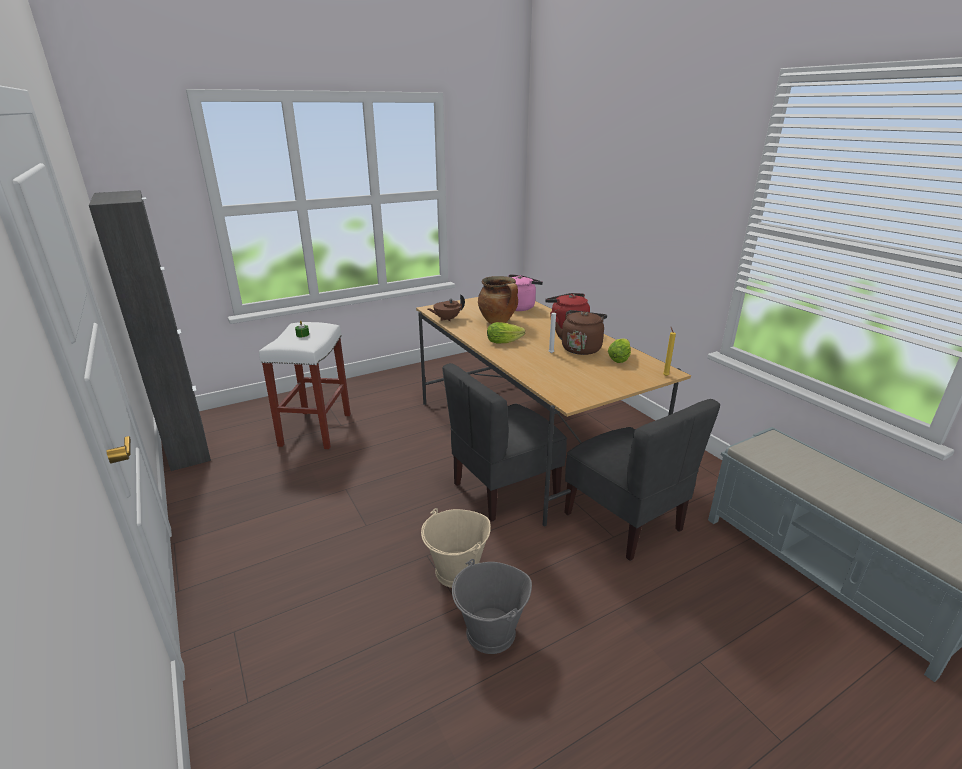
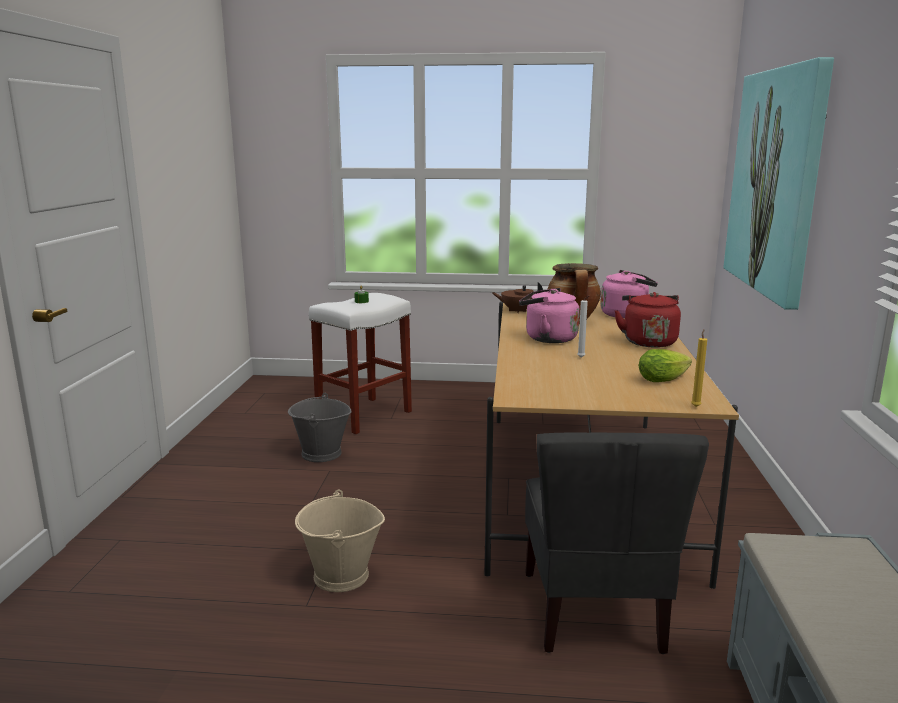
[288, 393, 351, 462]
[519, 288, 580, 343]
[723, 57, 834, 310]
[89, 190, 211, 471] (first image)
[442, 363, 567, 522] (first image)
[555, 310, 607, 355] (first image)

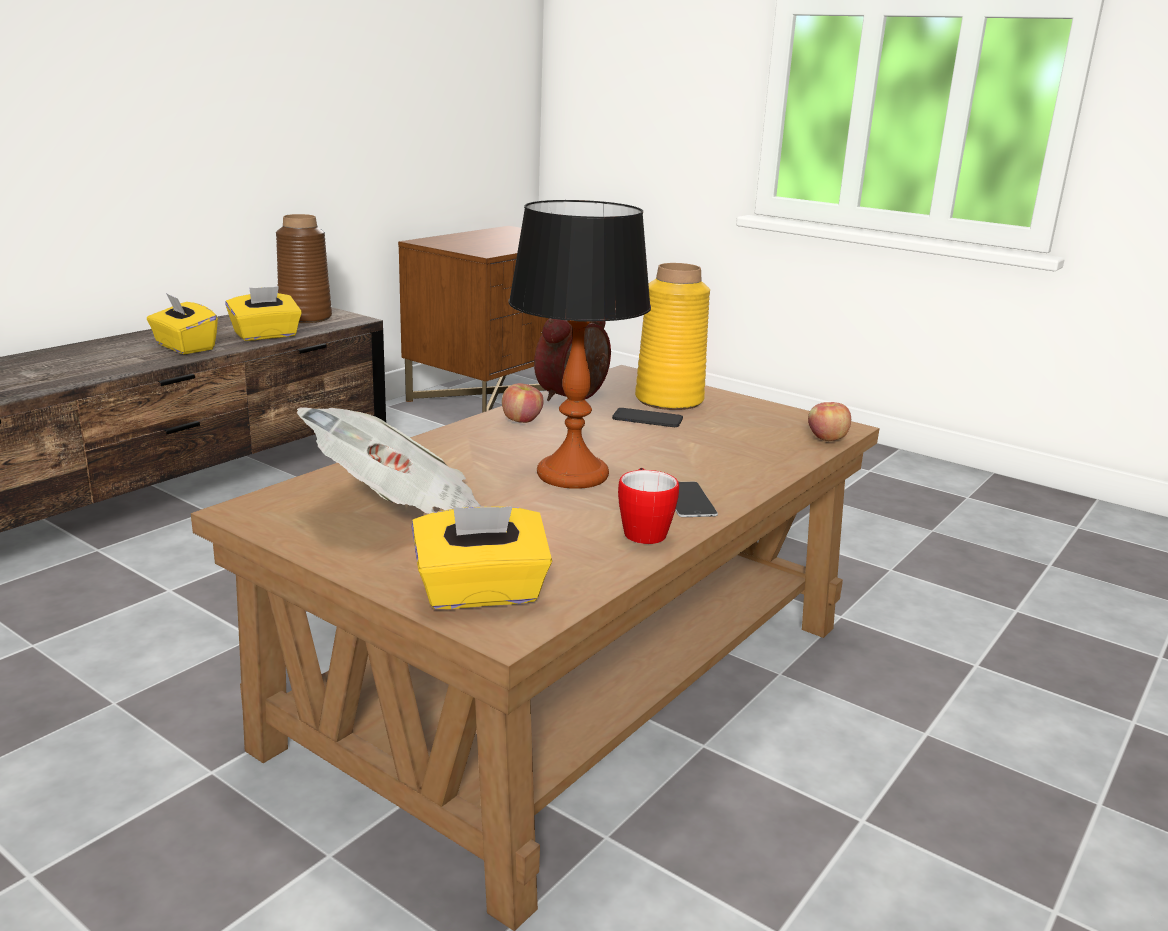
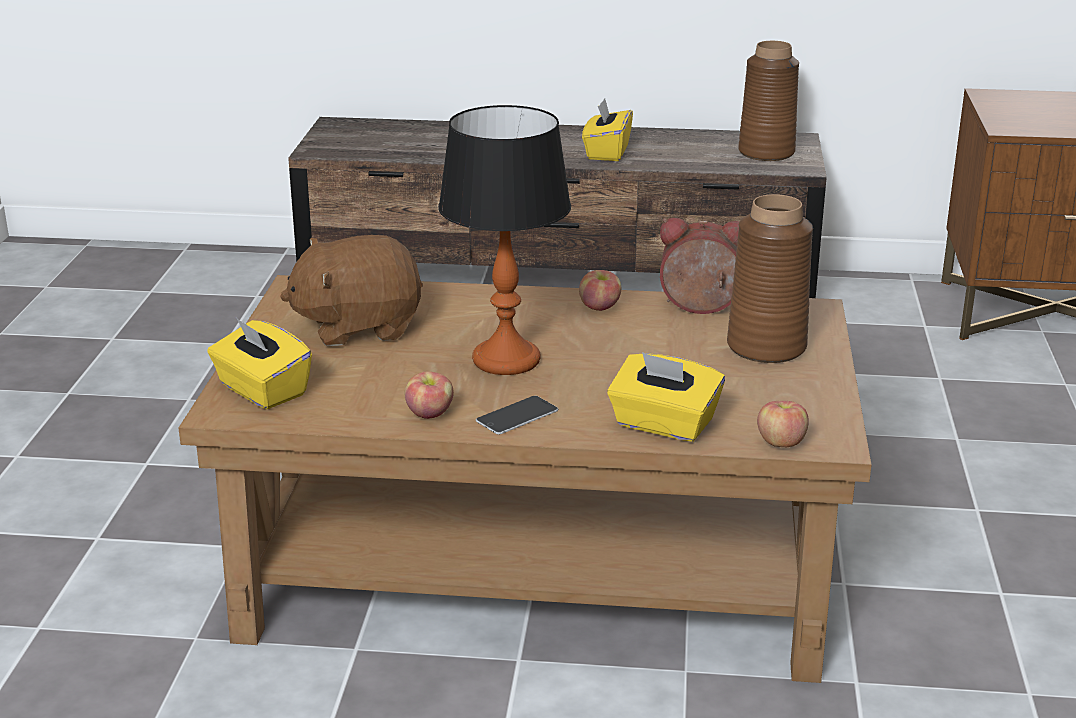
[280, 235, 423, 346]
[405, 371, 454, 419]
[607, 352, 725, 442]
[727, 194, 813, 363]
[612, 408, 683, 427] (first image)

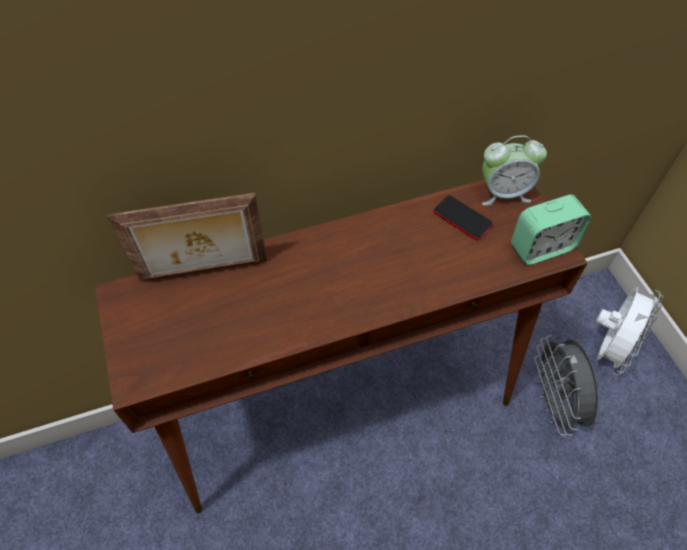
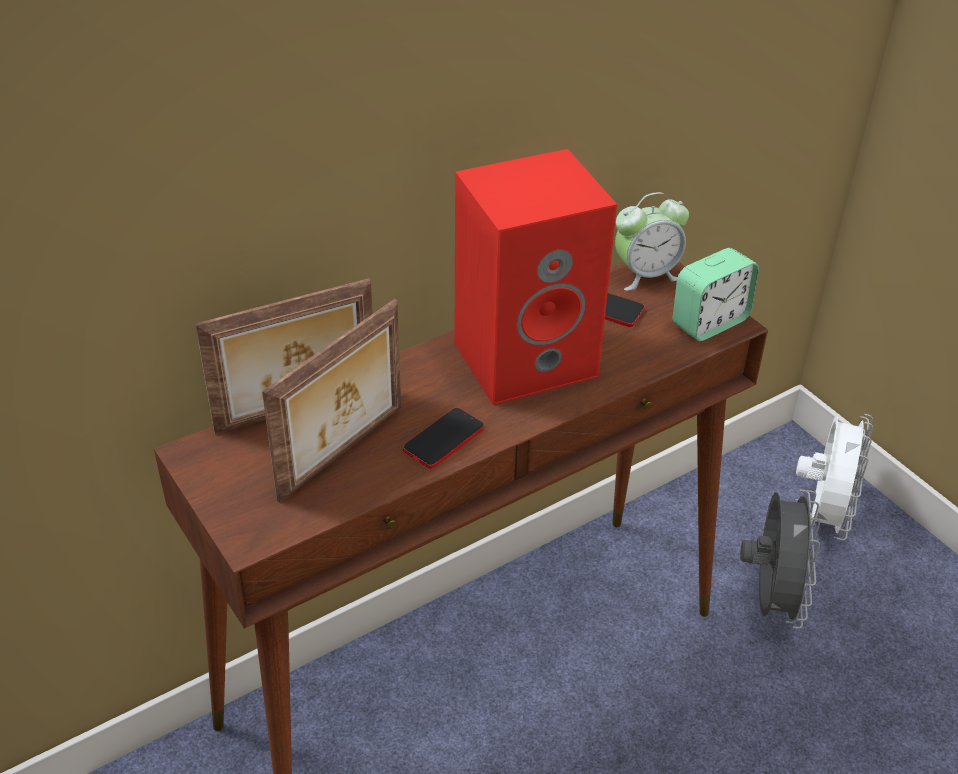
[262, 299, 401, 503]
[403, 408, 484, 469]
[454, 149, 617, 405]
[740, 489, 820, 629]

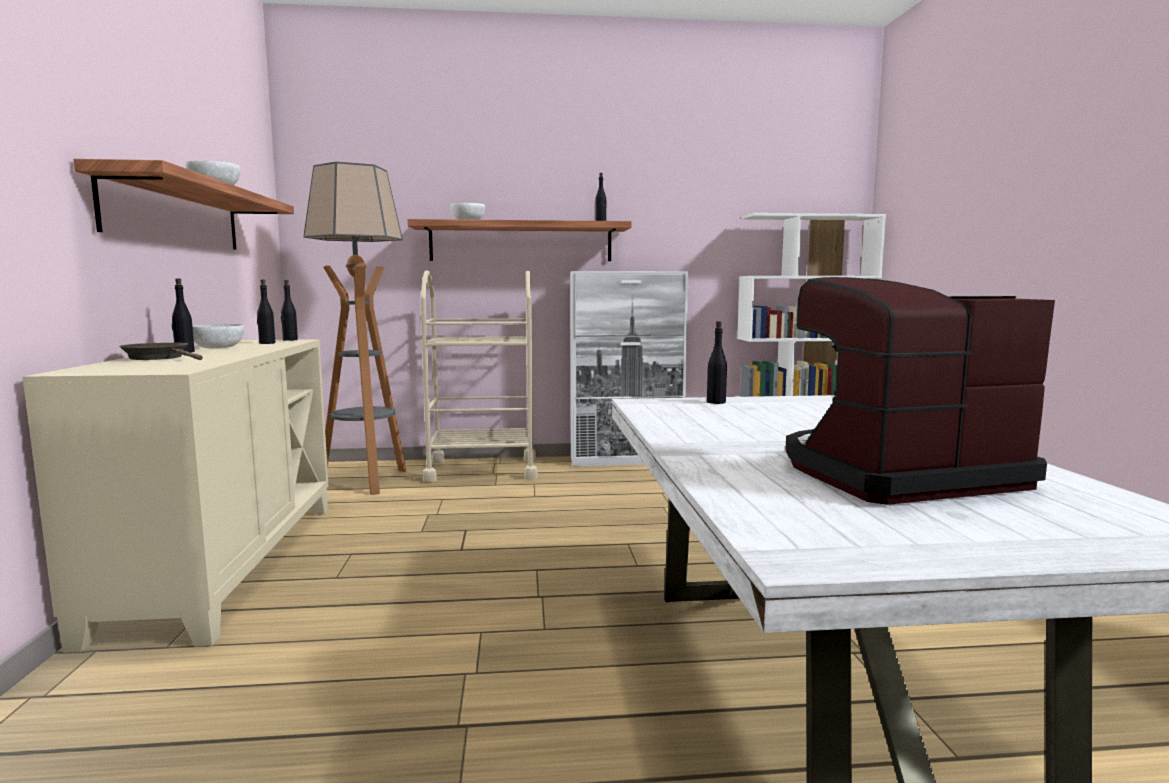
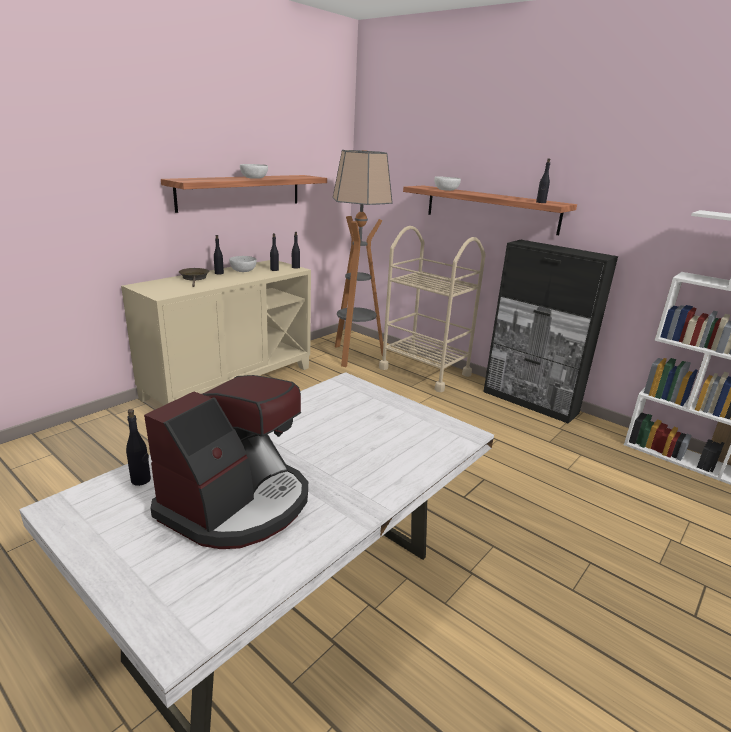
[126, 409, 151, 486]
[144, 375, 308, 549]
[483, 240, 618, 424]

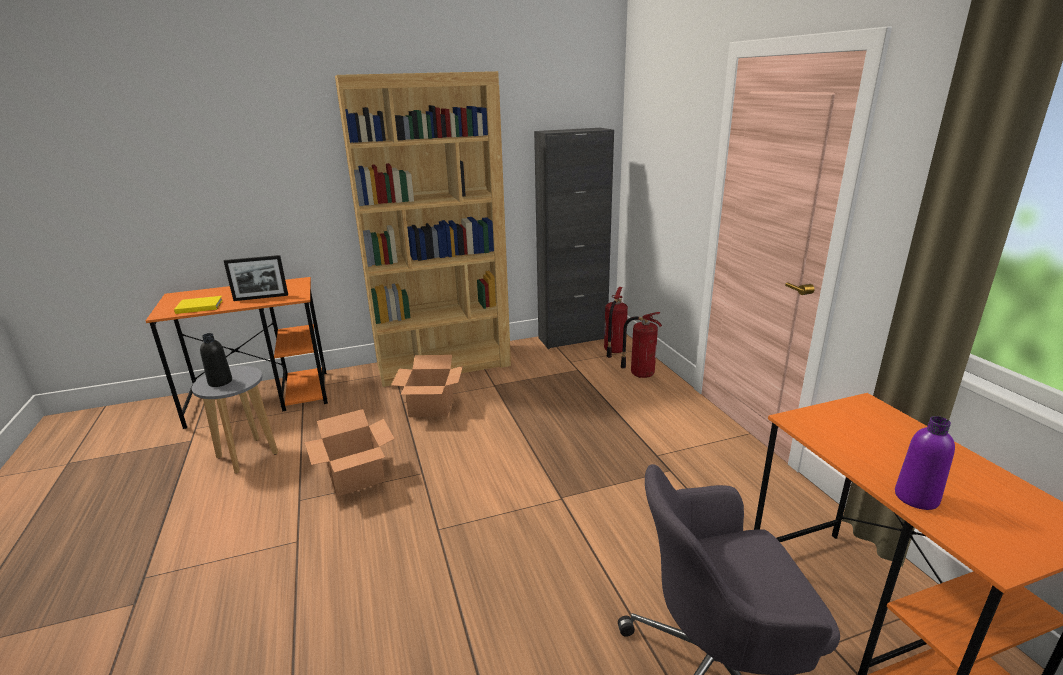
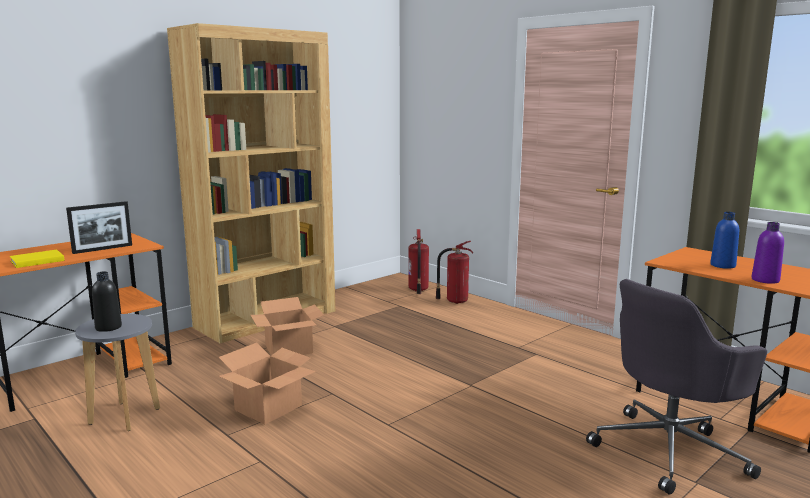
[710, 212, 739, 269]
[534, 128, 614, 349] (first image)

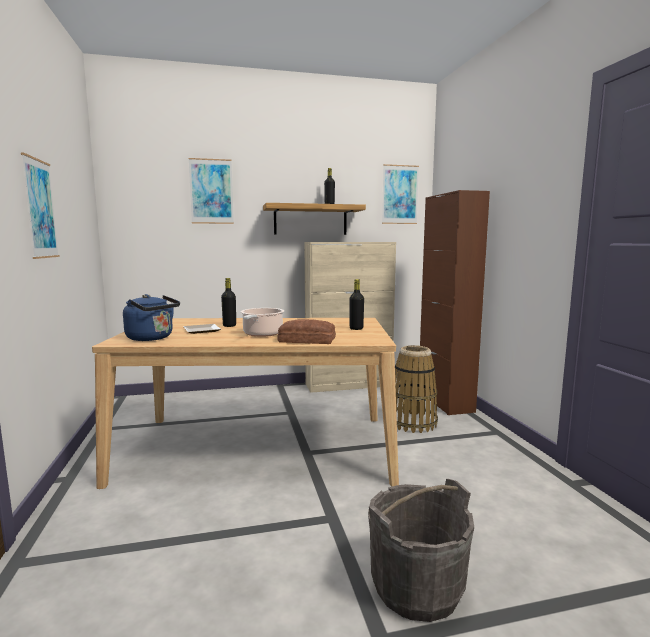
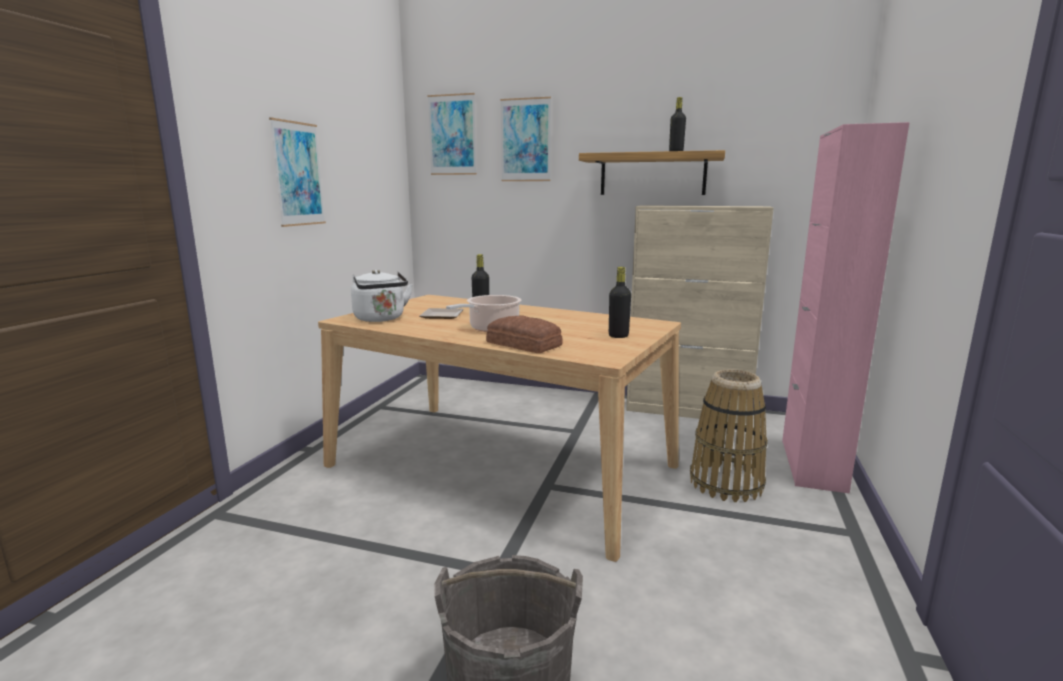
[351, 270, 413, 322]
[427, 93, 477, 175]
[782, 122, 910, 494]

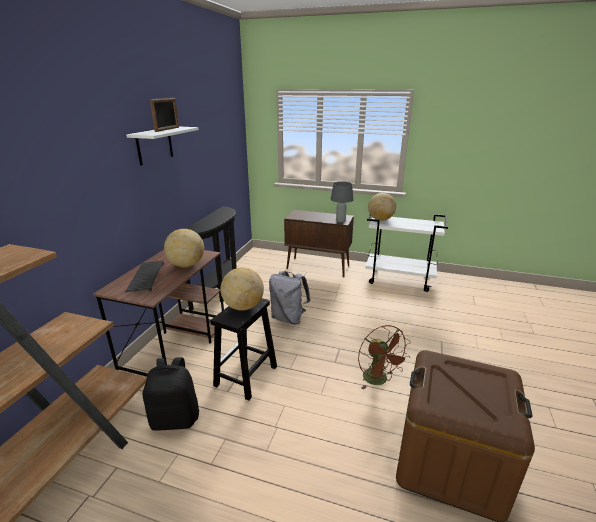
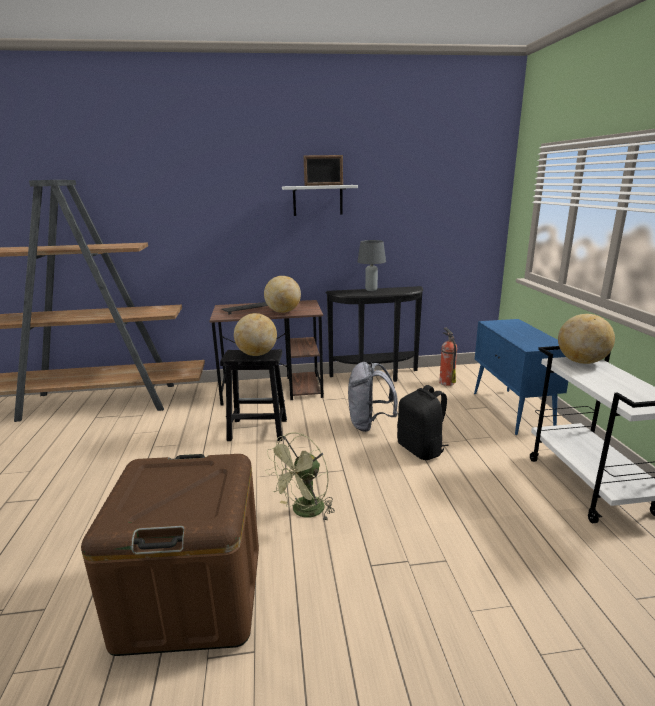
[265, 432, 335, 520]
[357, 240, 386, 291]
[397, 385, 449, 460]
[439, 328, 457, 386]
[474, 319, 568, 435]

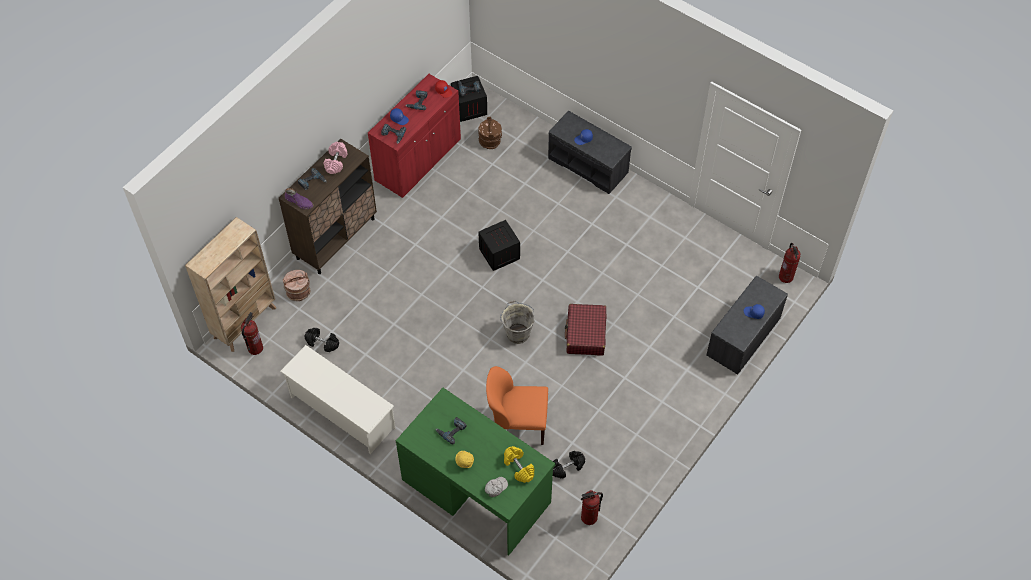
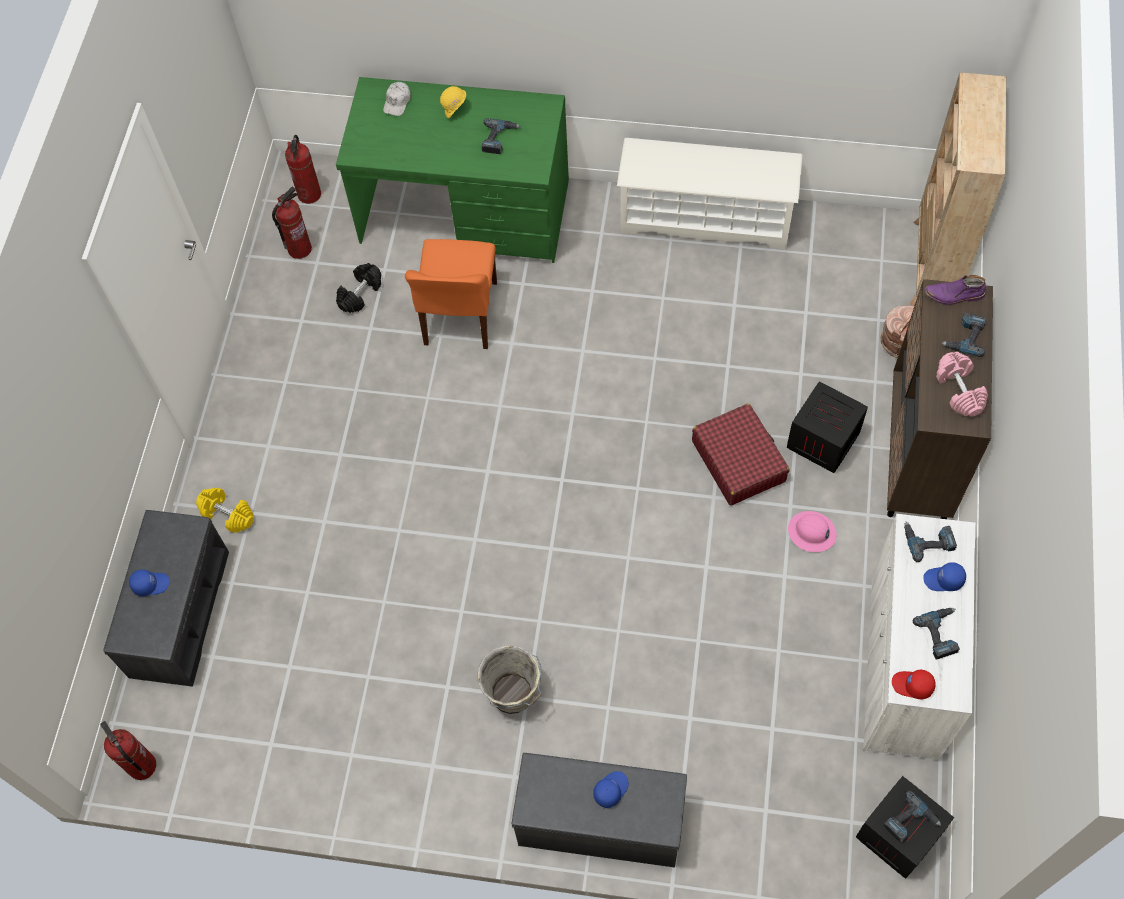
[196, 488, 254, 533]
[285, 135, 321, 204]
[405, 239, 497, 349]
[478, 645, 541, 714]
[692, 404, 789, 506]
[787, 382, 868, 473]
[788, 511, 837, 552]
[863, 514, 975, 760]
[305, 328, 339, 352] (first image)
[478, 117, 502, 149] (first image)

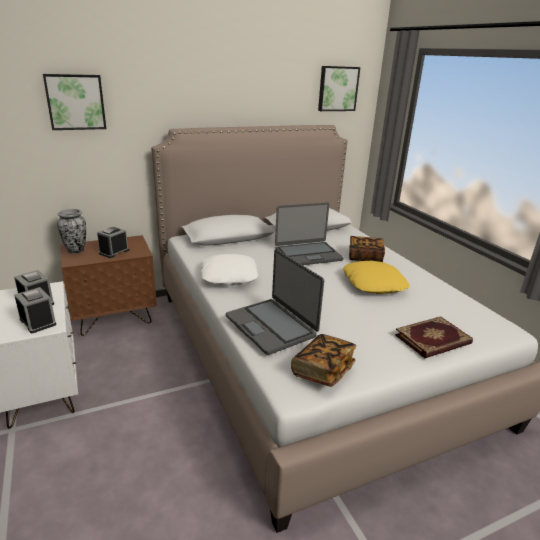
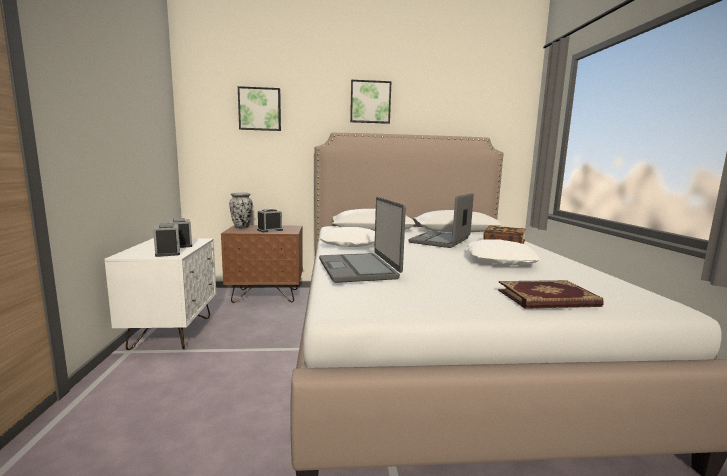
[350, 80, 392, 124]
[409, 193, 474, 248]
[468, 239, 540, 265]
[291, 334, 356, 387] (first image)

